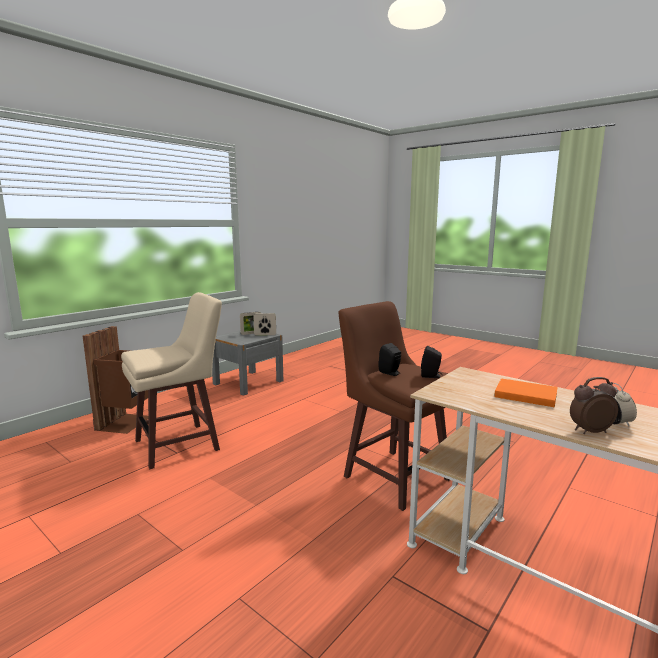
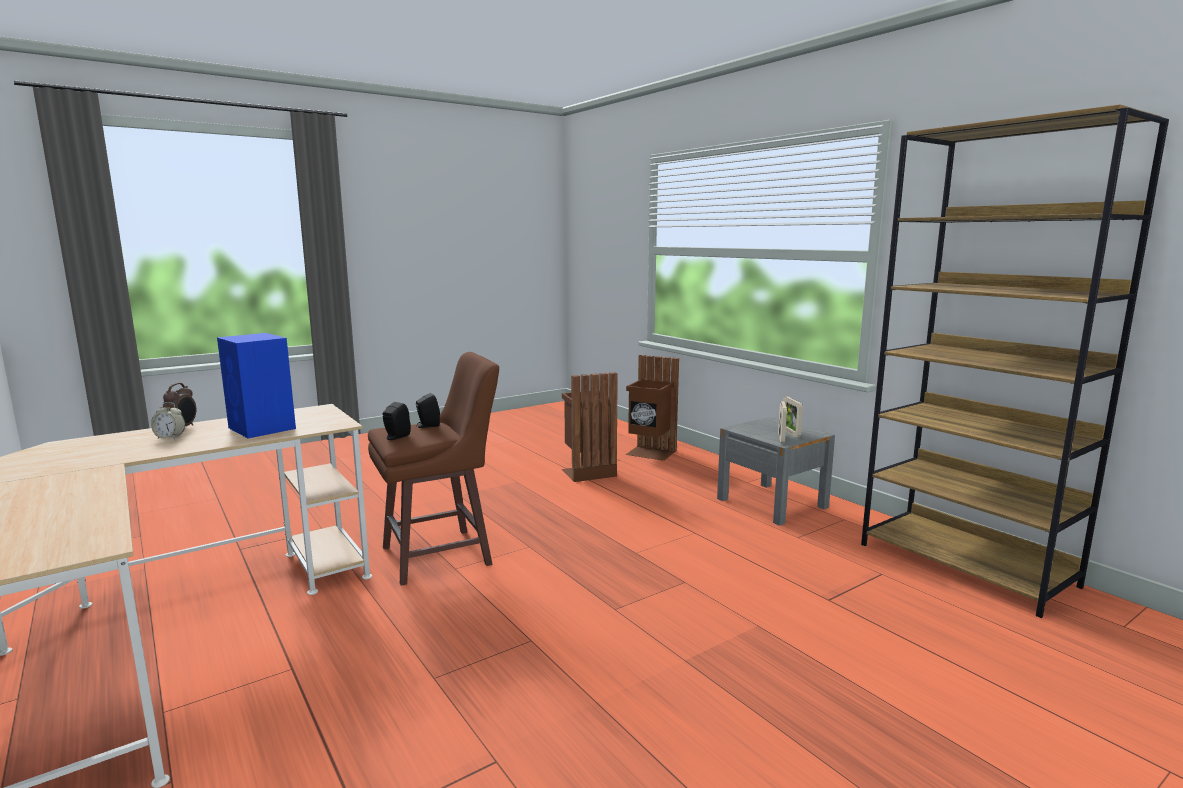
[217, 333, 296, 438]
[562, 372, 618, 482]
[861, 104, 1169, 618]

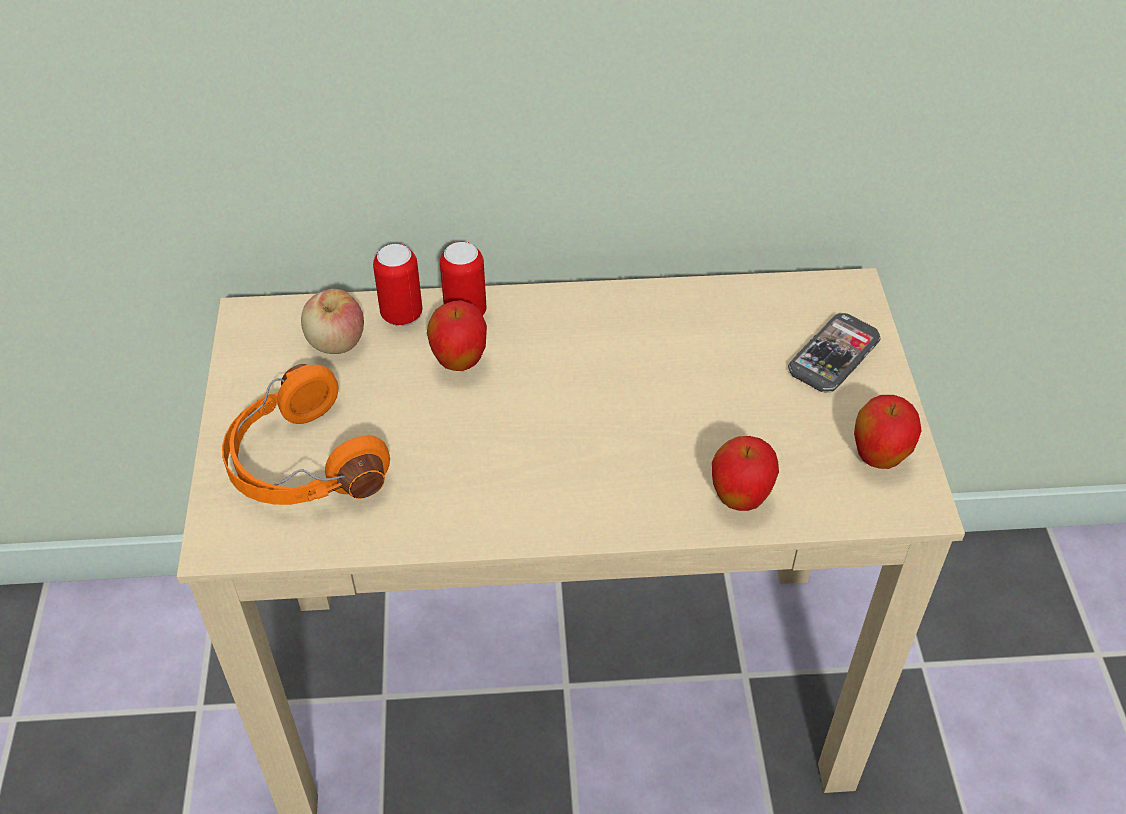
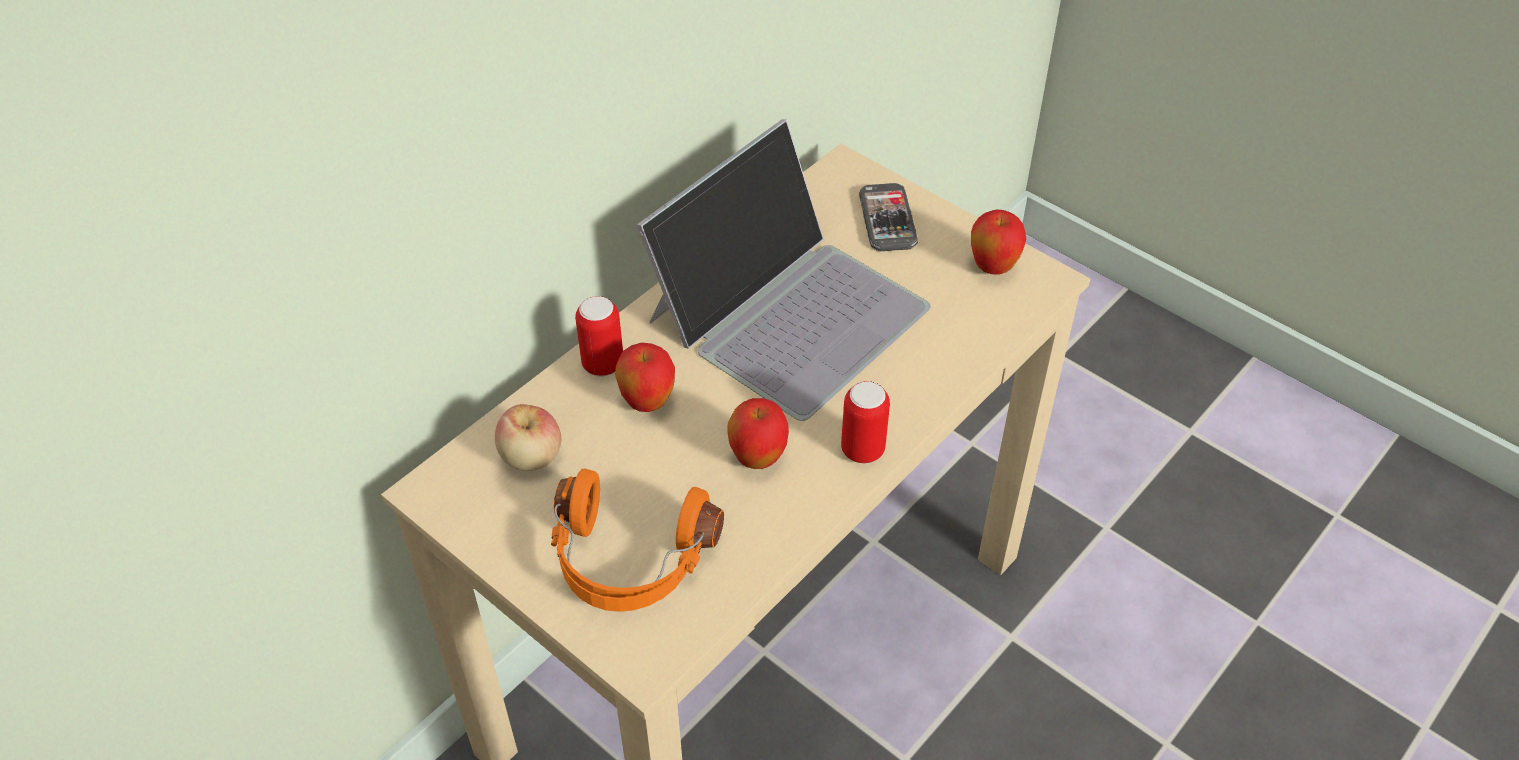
[637, 119, 931, 421]
[727, 398, 789, 469]
[841, 381, 890, 463]

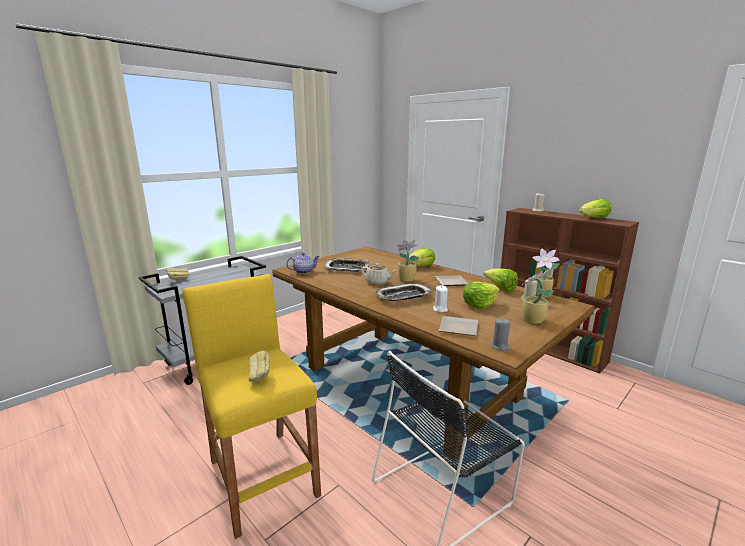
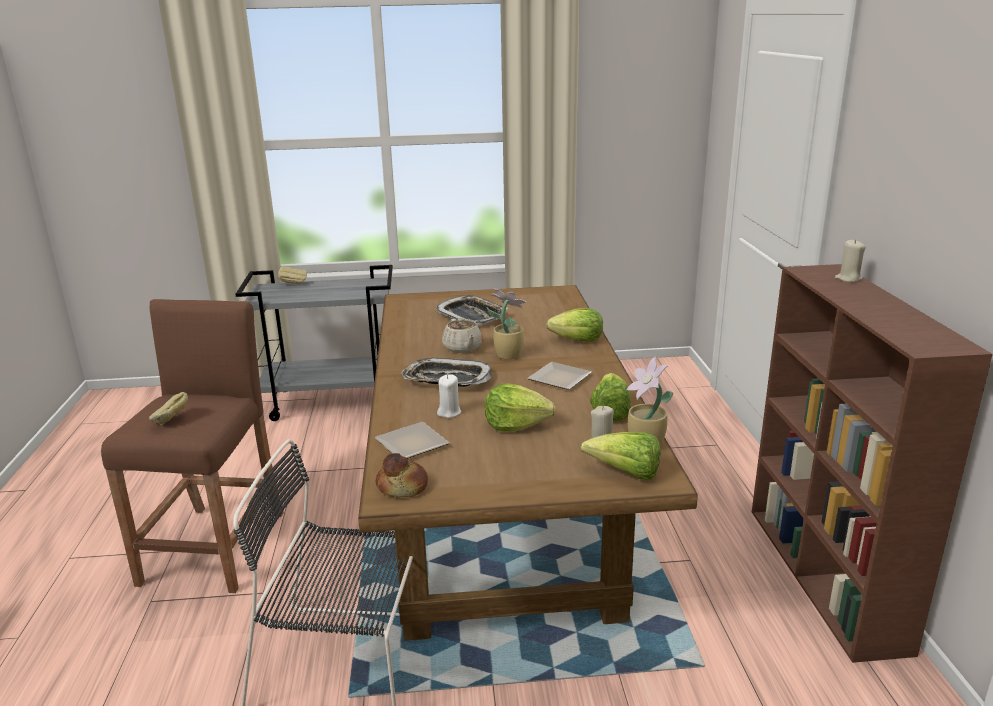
[101, 299, 284, 593]
[376, 453, 428, 498]
[580, 432, 661, 480]
[286, 252, 320, 274] (first image)
[522, 269, 554, 324] (first image)

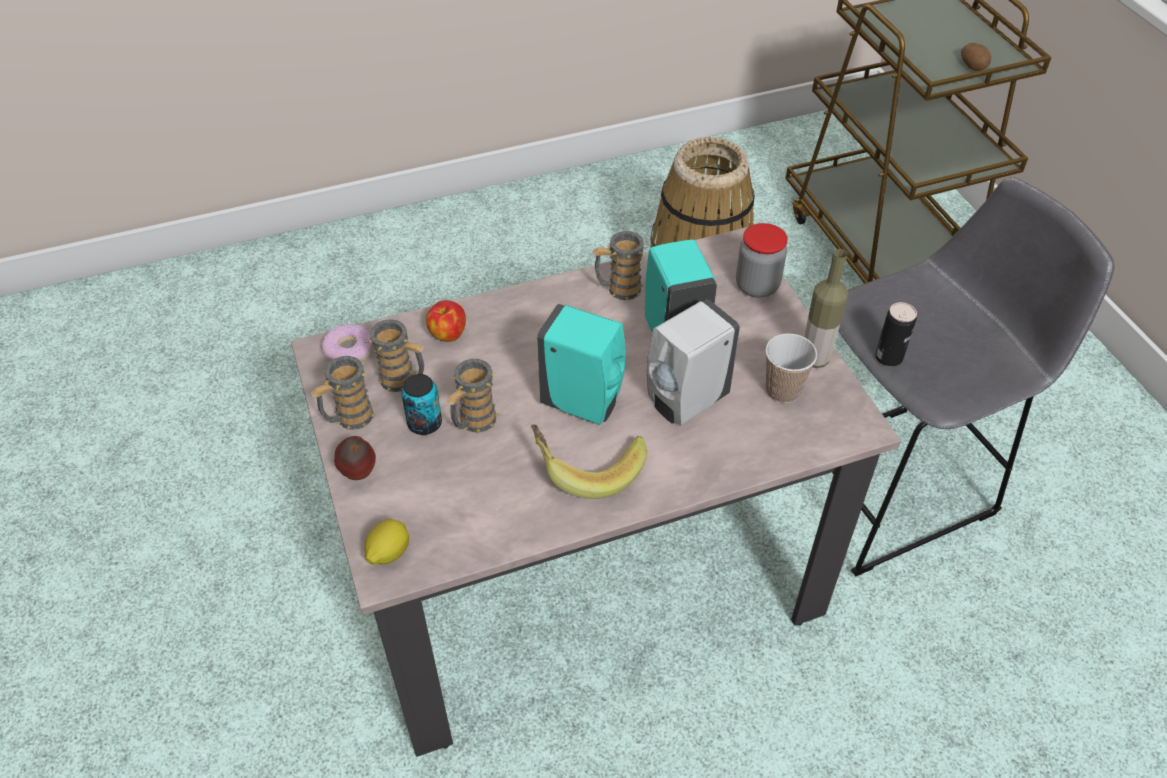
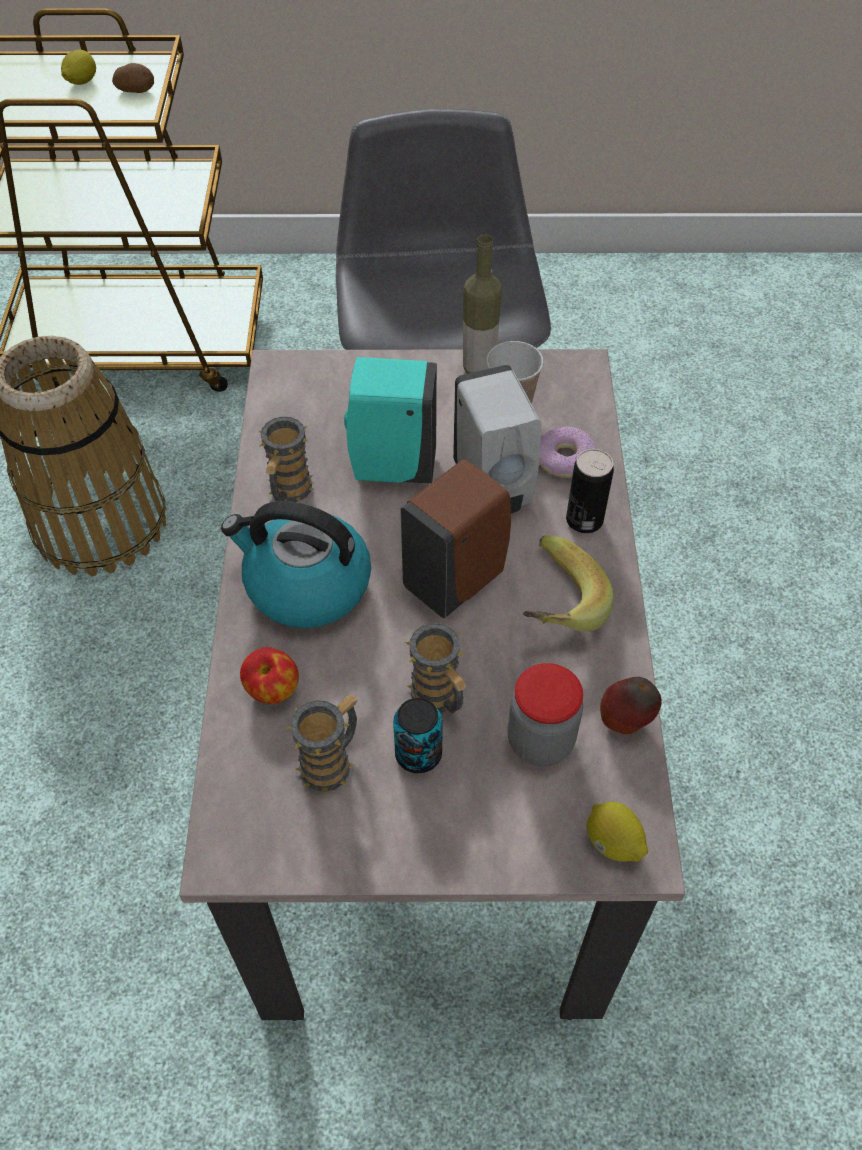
[61, 50, 96, 85]
[221, 501, 371, 628]
[400, 459, 511, 618]
[508, 663, 583, 766]
[539, 427, 596, 478]
[566, 449, 614, 533]
[600, 677, 662, 734]
[311, 356, 376, 430] (first image)

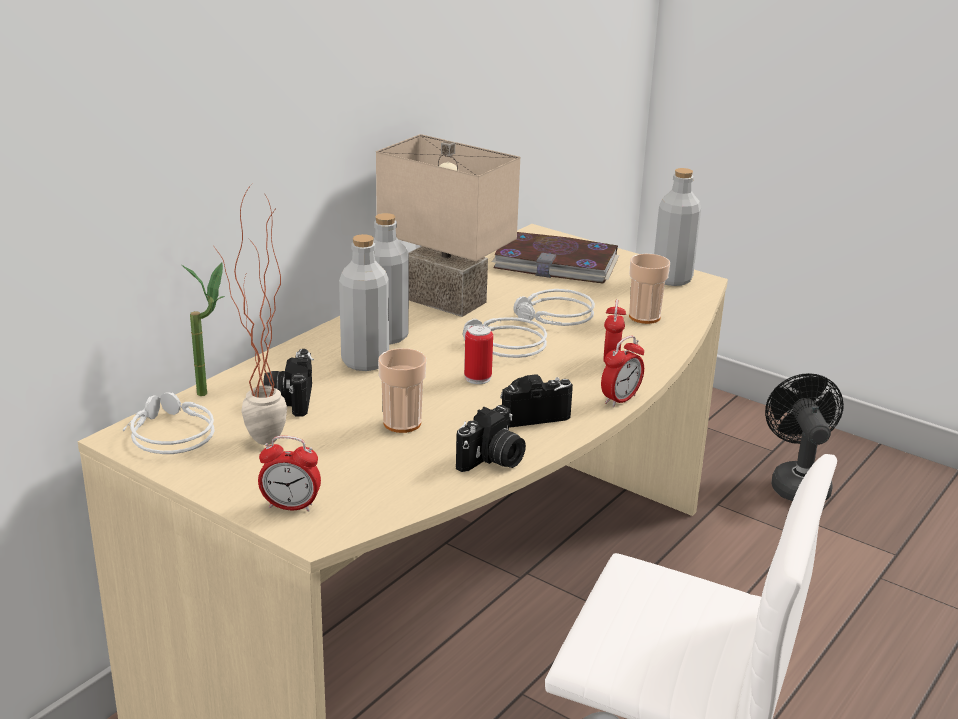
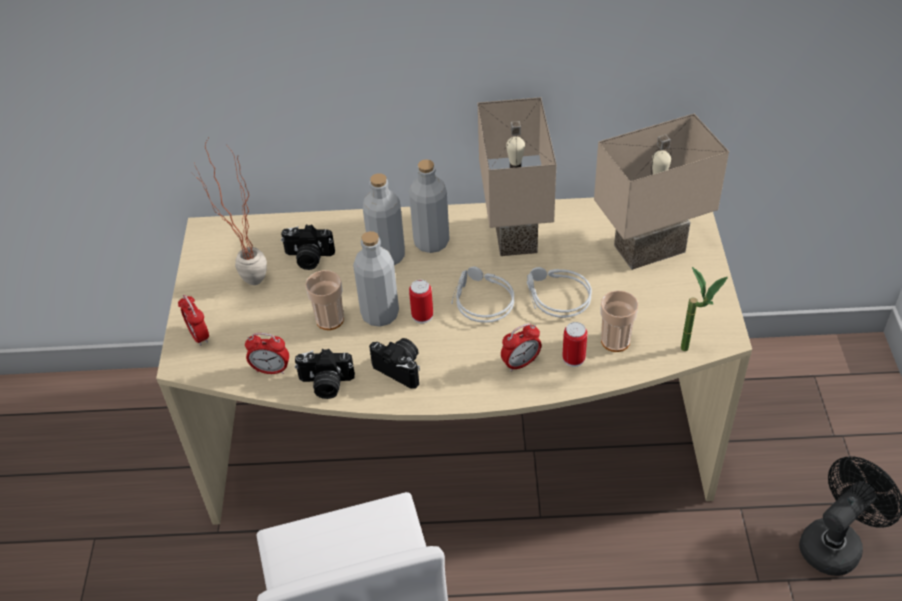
[245, 333, 289, 374]
[281, 225, 335, 270]
[353, 231, 399, 327]
[562, 322, 587, 367]
[594, 114, 729, 270]
[681, 267, 728, 351]
[123, 392, 215, 454] (first image)

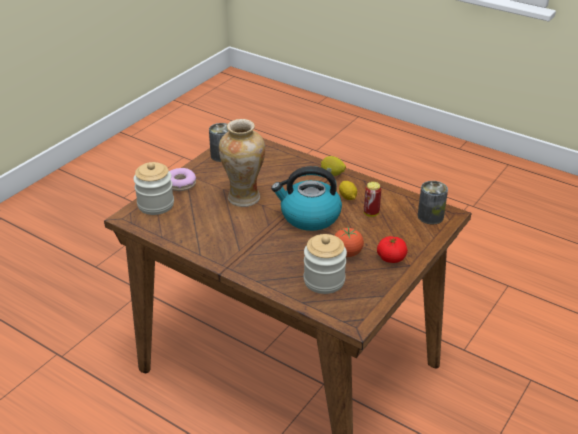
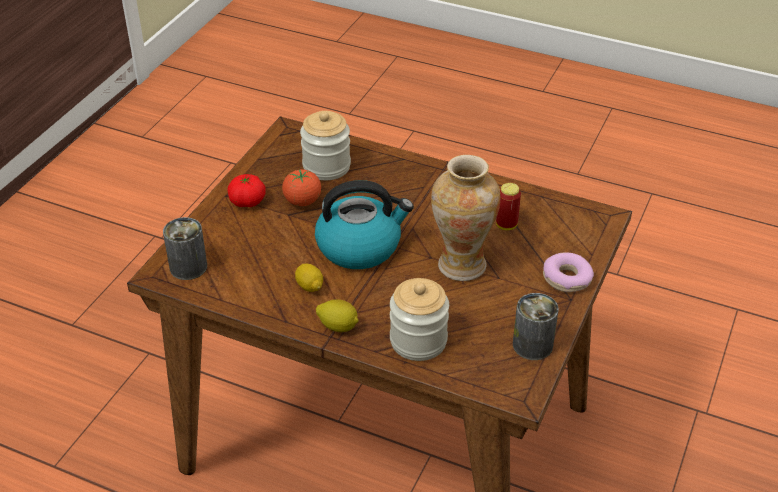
[390, 278, 449, 361]
[496, 183, 521, 230]

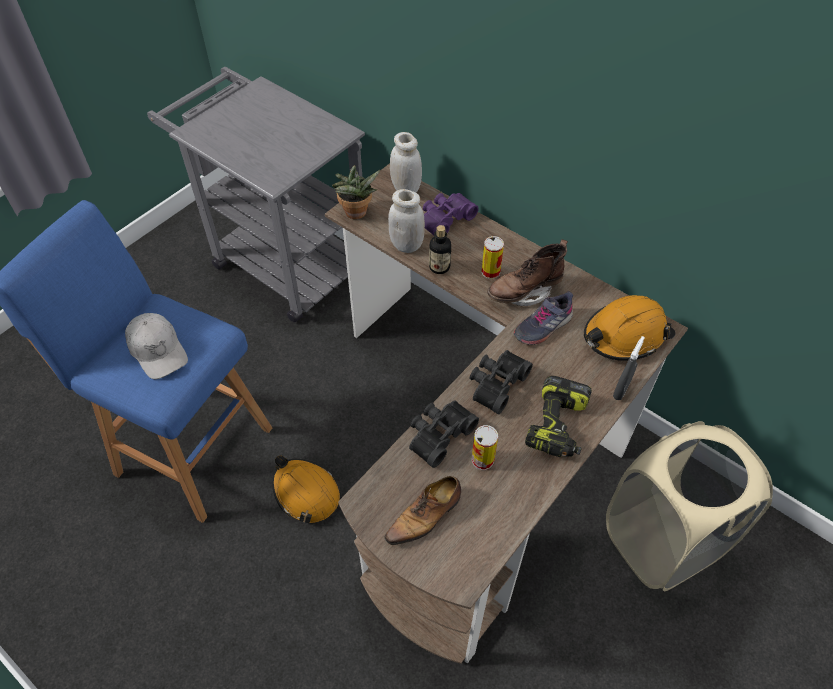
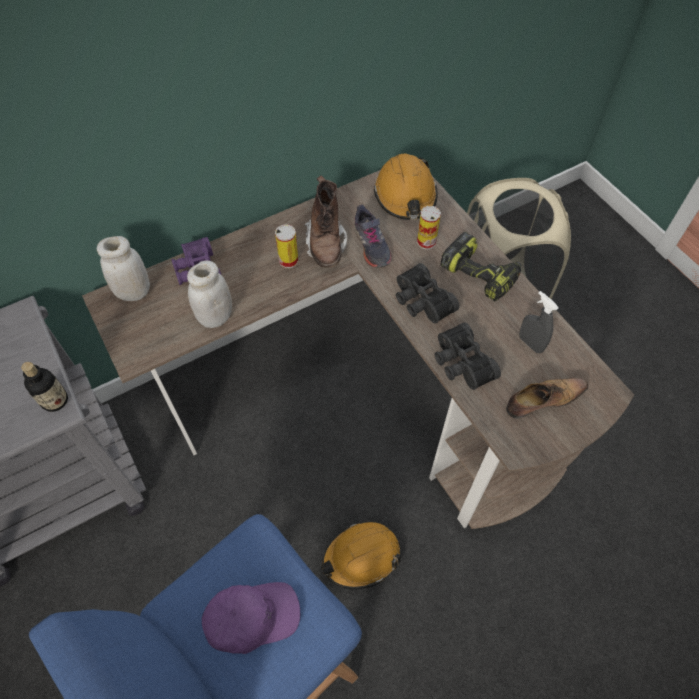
[21, 362, 68, 412]
[202, 582, 300, 654]
[417, 206, 441, 249]
[506, 378, 588, 419]
[519, 291, 558, 353]
[332, 165, 380, 219] (first image)

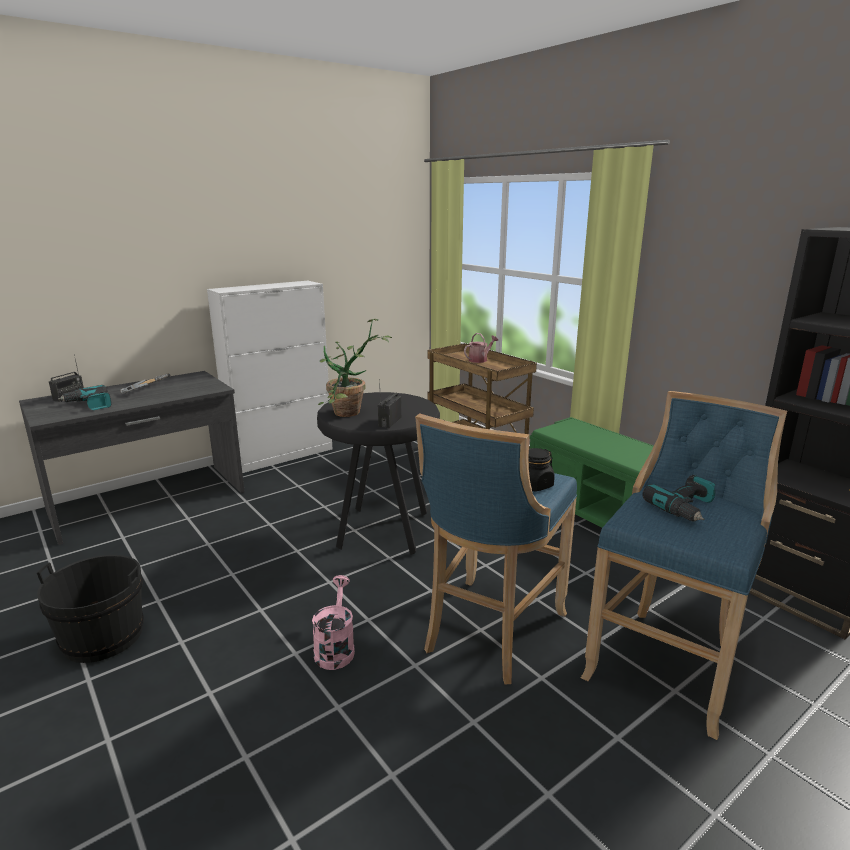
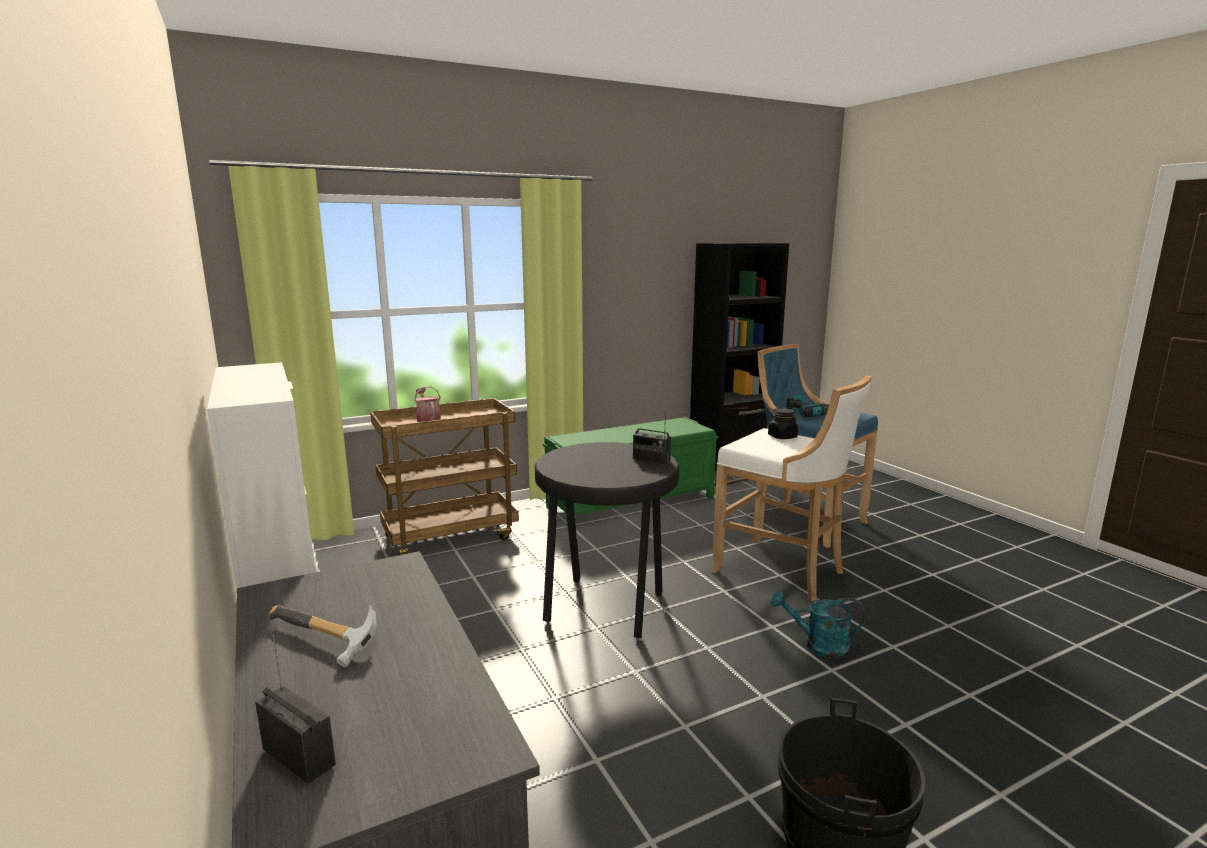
[711, 375, 872, 601]
[771, 590, 865, 659]
[58, 385, 111, 410] (first image)
[318, 319, 392, 417] (first image)

